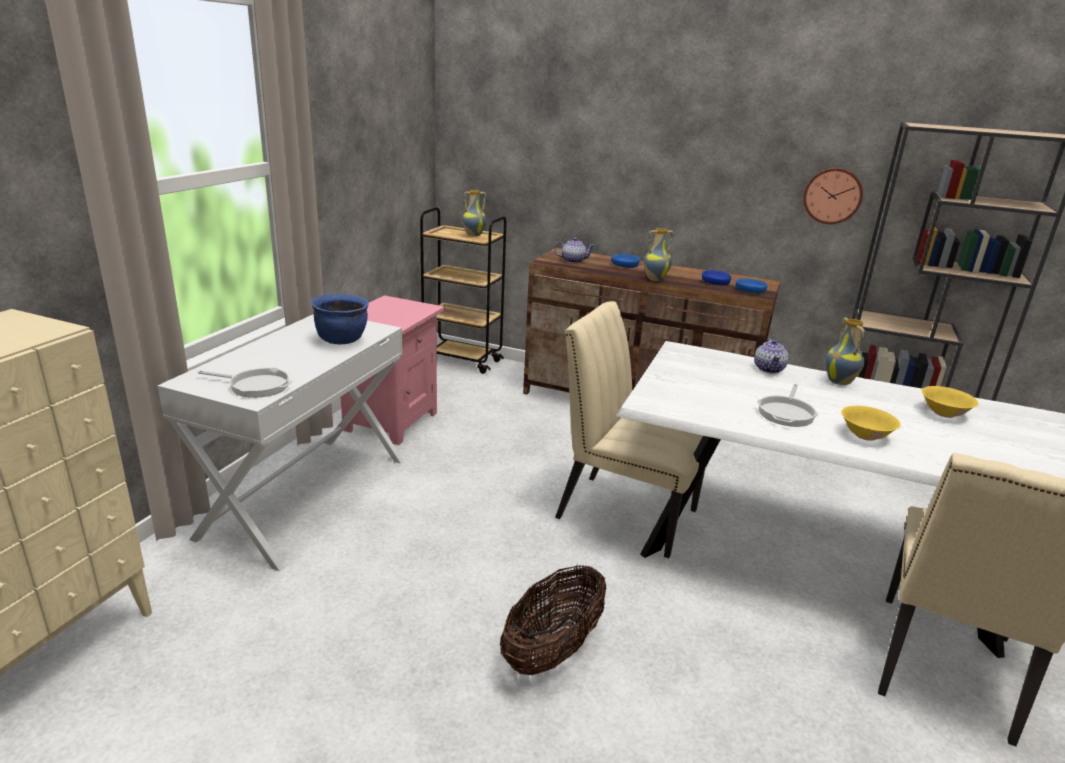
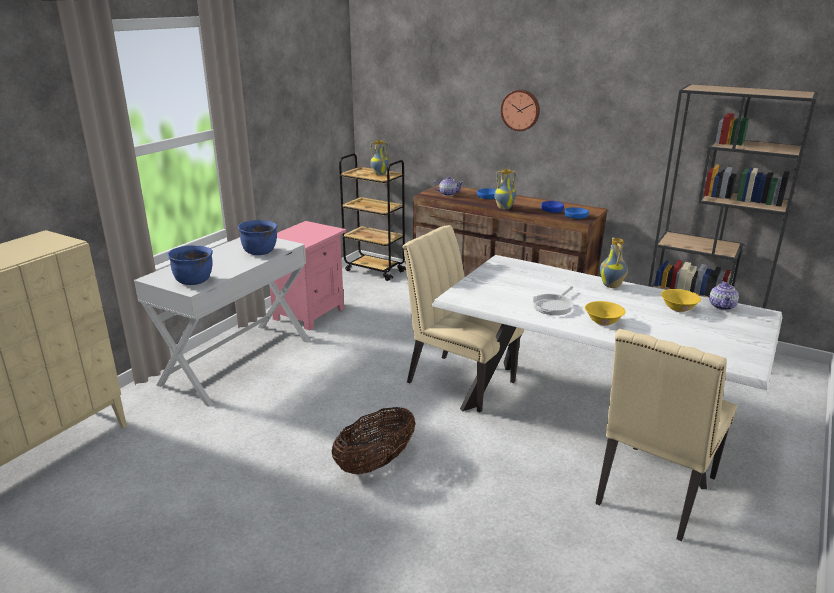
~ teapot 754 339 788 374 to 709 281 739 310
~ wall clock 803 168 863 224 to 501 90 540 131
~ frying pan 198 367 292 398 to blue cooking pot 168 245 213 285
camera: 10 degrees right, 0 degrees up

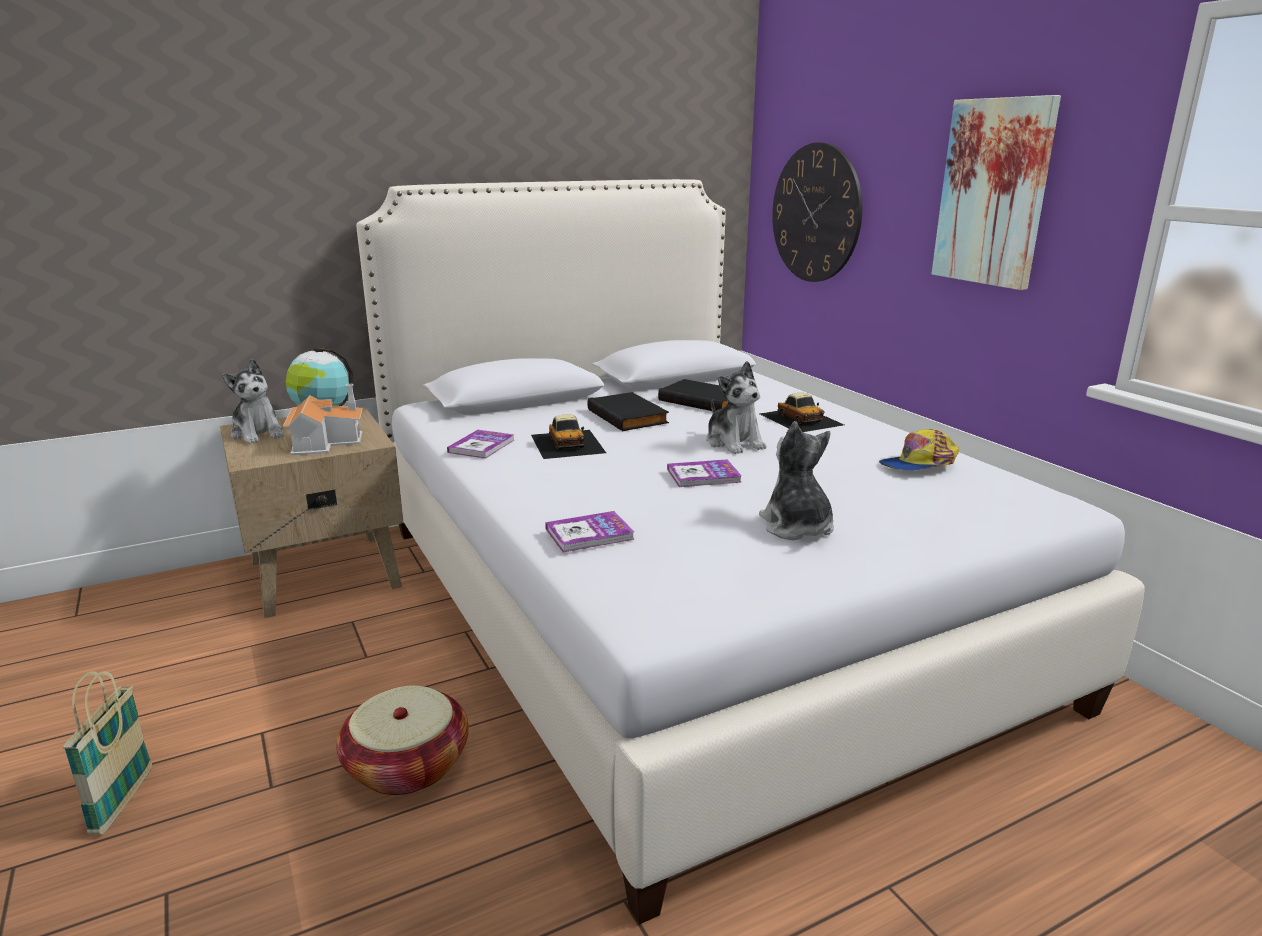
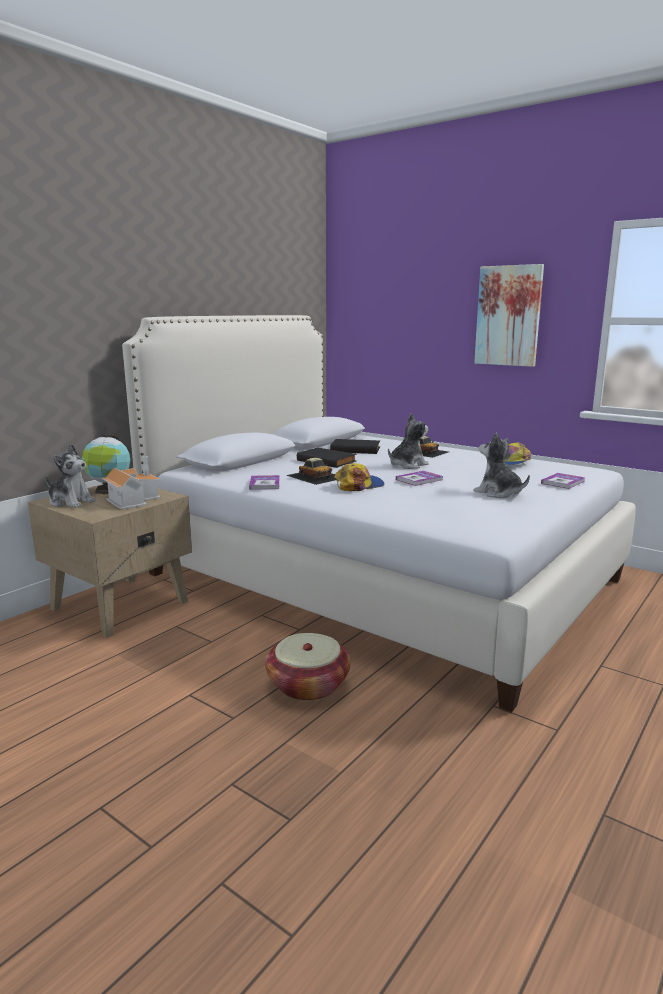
- basket 63 671 152 834
- wall clock 772 142 862 282
+ cap 334 463 384 491
~ book 545 511 634 552 to 541 473 585 489
~ plush toy 706 361 766 454 = 388 413 429 469 75 degrees counterclockwise
camera: 25 degrees left, 5 degrees down

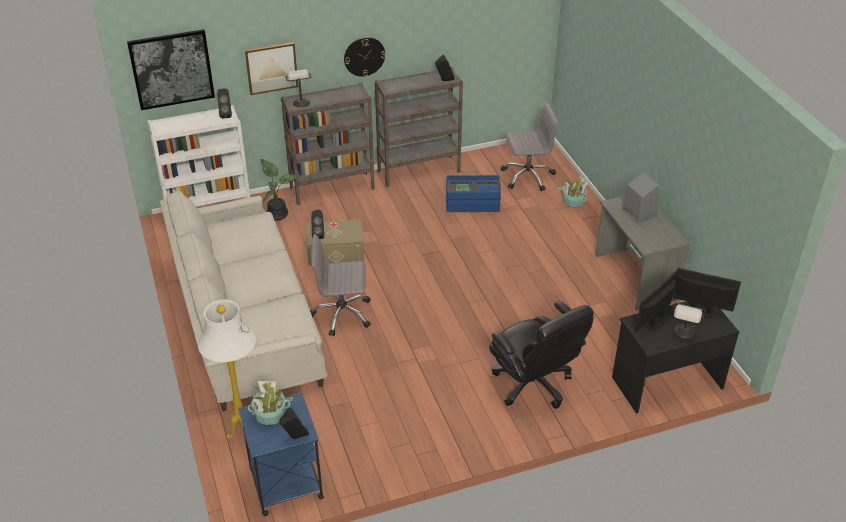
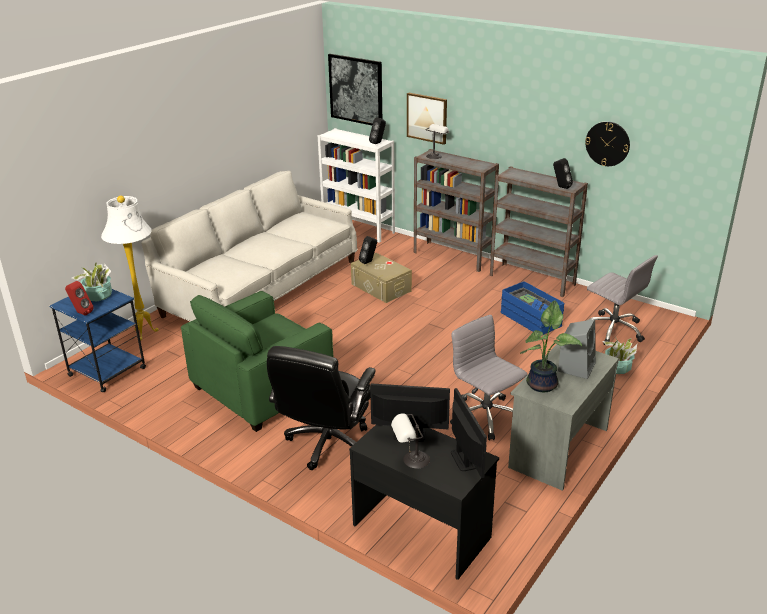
+ green armchair 181 291 334 432
~ potted plant 260 159 298 221 to 520 300 582 392
~ grey office chair 310 234 371 336 to 450 315 527 440
~ wall clock 344 37 385 77 to 585 121 630 166
~ black speaker 279 408 309 439 to red speaker 65 281 93 316
camera: 55 degrees right, 10 degrees down

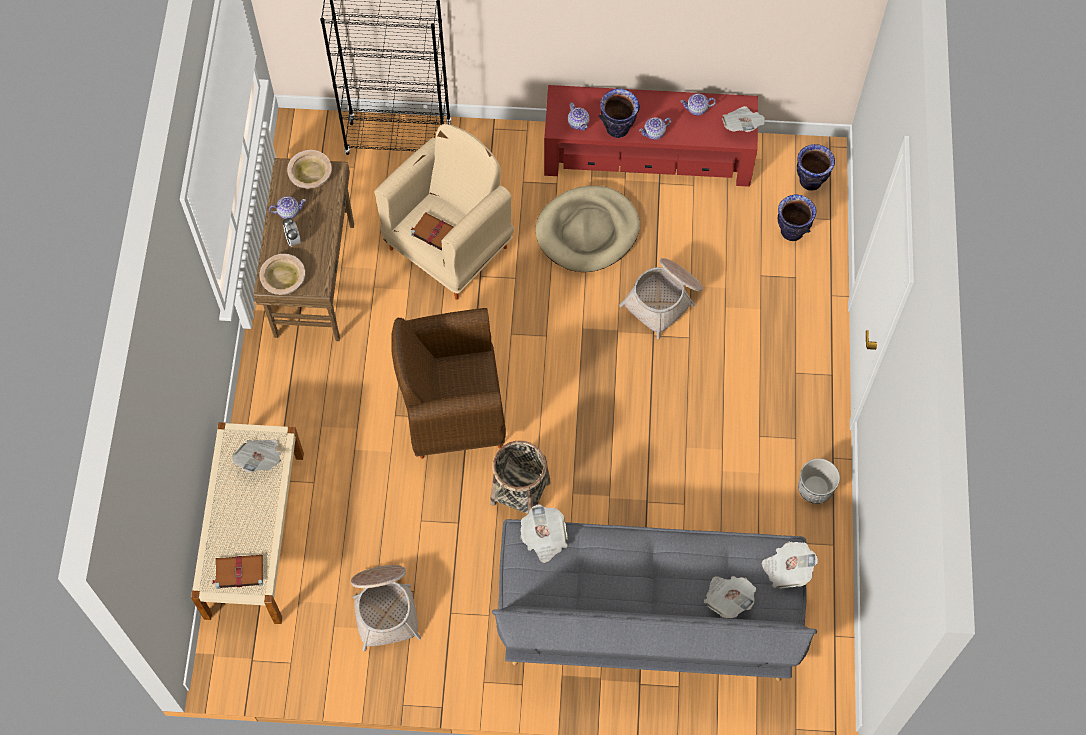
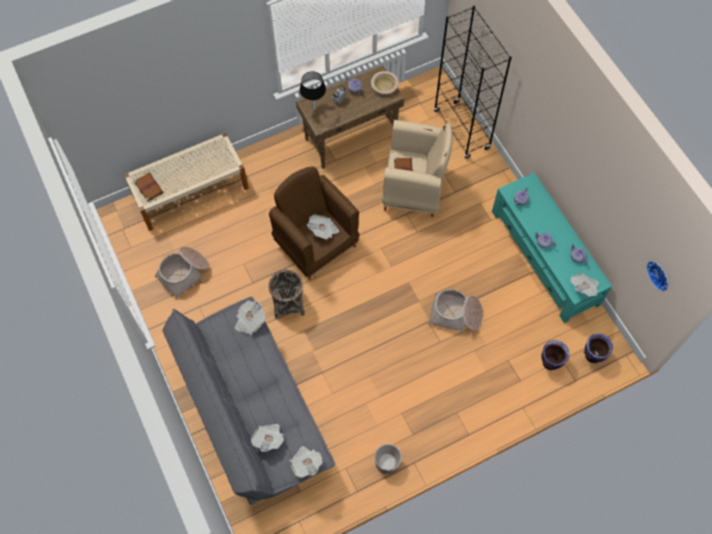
- beige dog bed 535 186 640 272
- vase 598 89 640 138
+ wall clock 647 261 668 291
~ newspaper 232 439 281 472 to 307 214 339 239
~ beige bowl 259 254 305 295 to black table lamp 300 71 326 110
~ red tv stand 544 85 758 187 to turquoise tv stand 492 173 612 323
camera: 60 degrees right, 0 degrees up

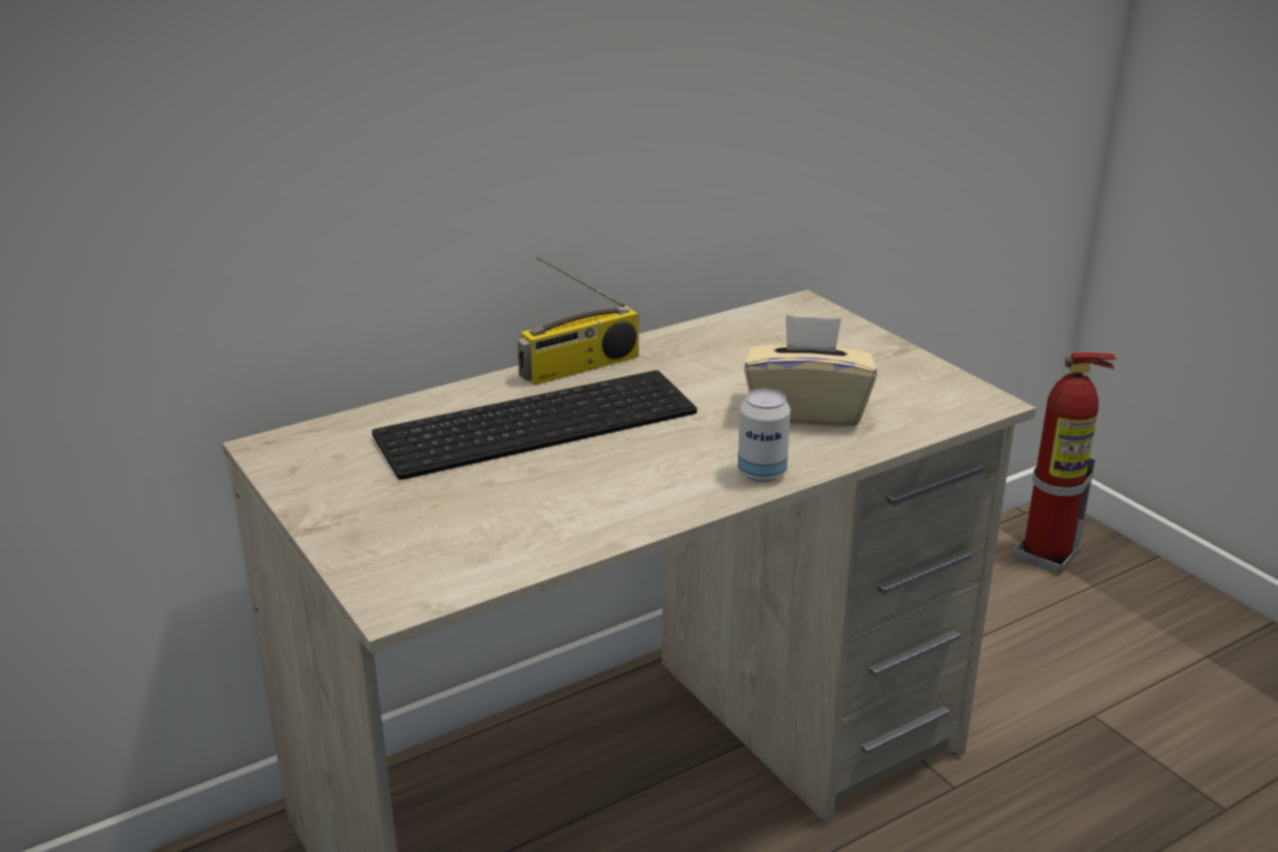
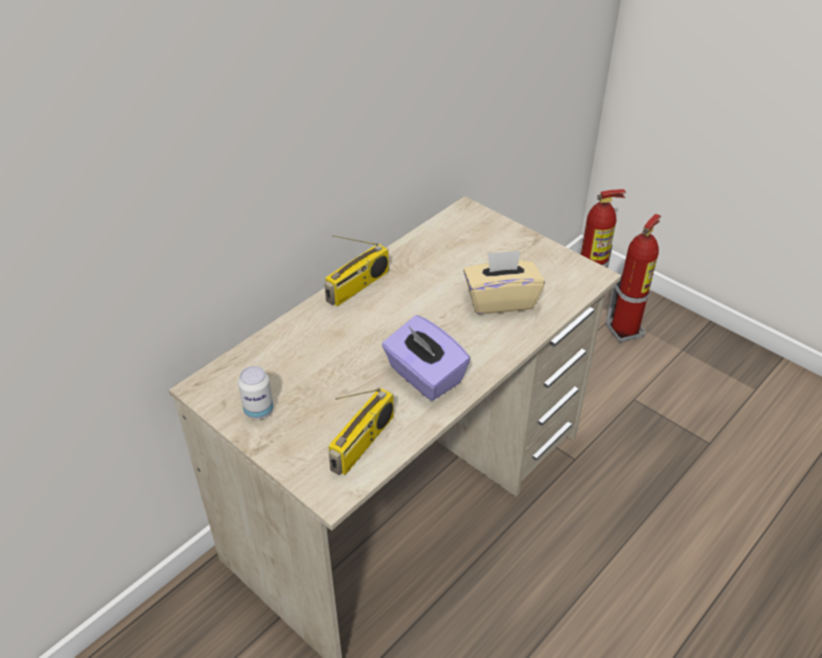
- keyboard 372 370 697 480
+ radio 329 388 394 475
+ purple tissue box 382 315 470 401
+ fire extinguisher 605 214 661 343
~ can 738 389 791 483 to 238 366 274 419
camera: 15 degrees left, 15 degrees up

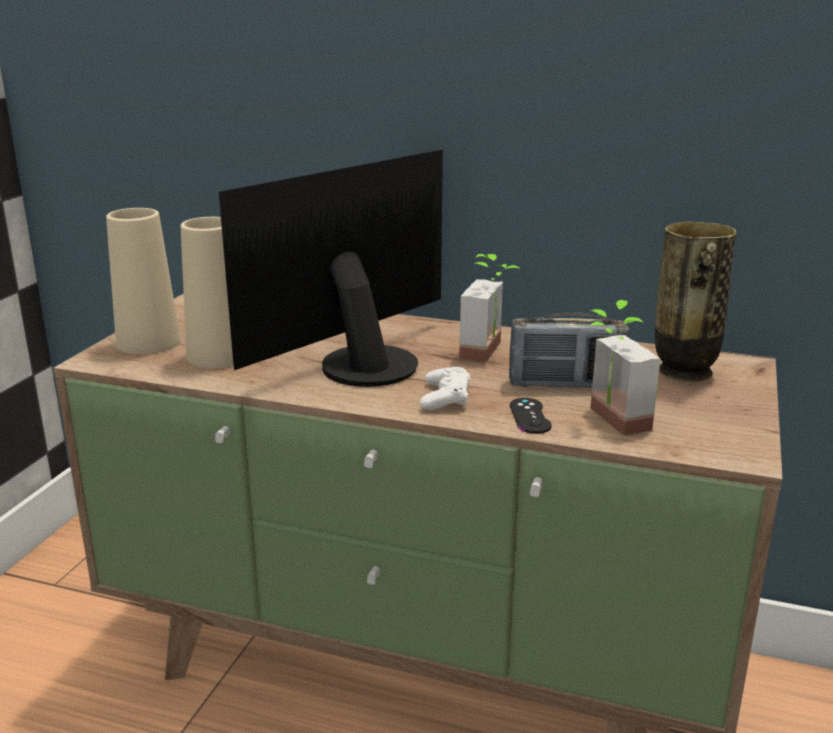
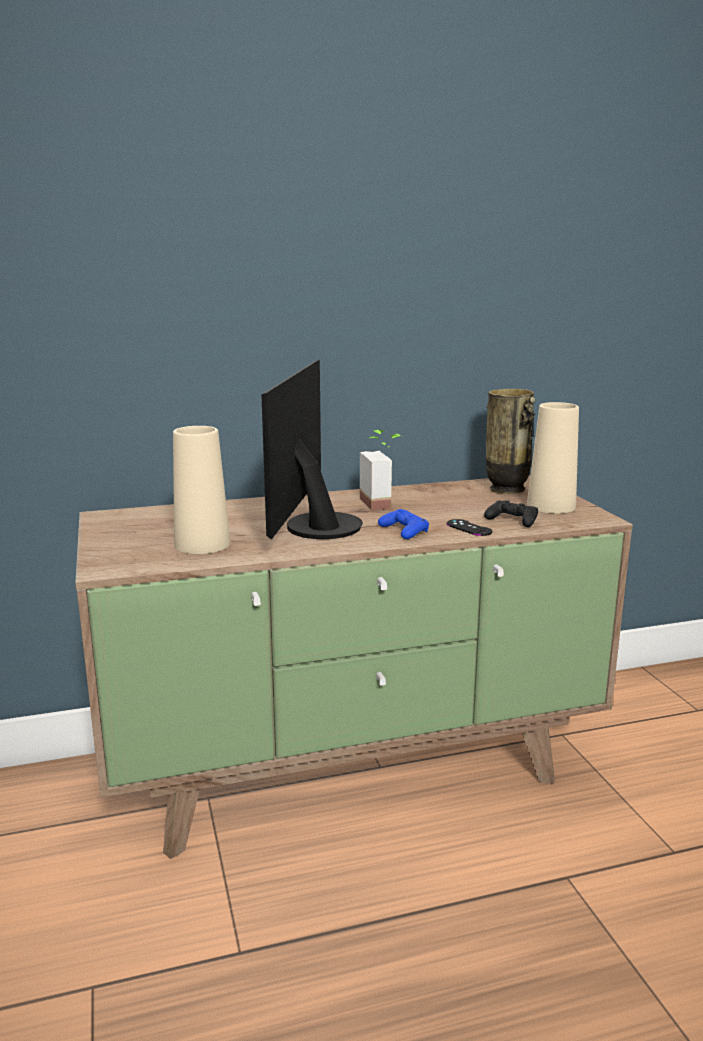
- radio 509 313 629 387
~ beige vase 106 208 180 354 to 527 402 579 514
~ potted plant 590 300 660 436 to black game controller 484 500 538 527
~ white game controller 420 367 470 410 to blue game controller 378 509 429 539
camera: 35 degrees left, 5 degrees down

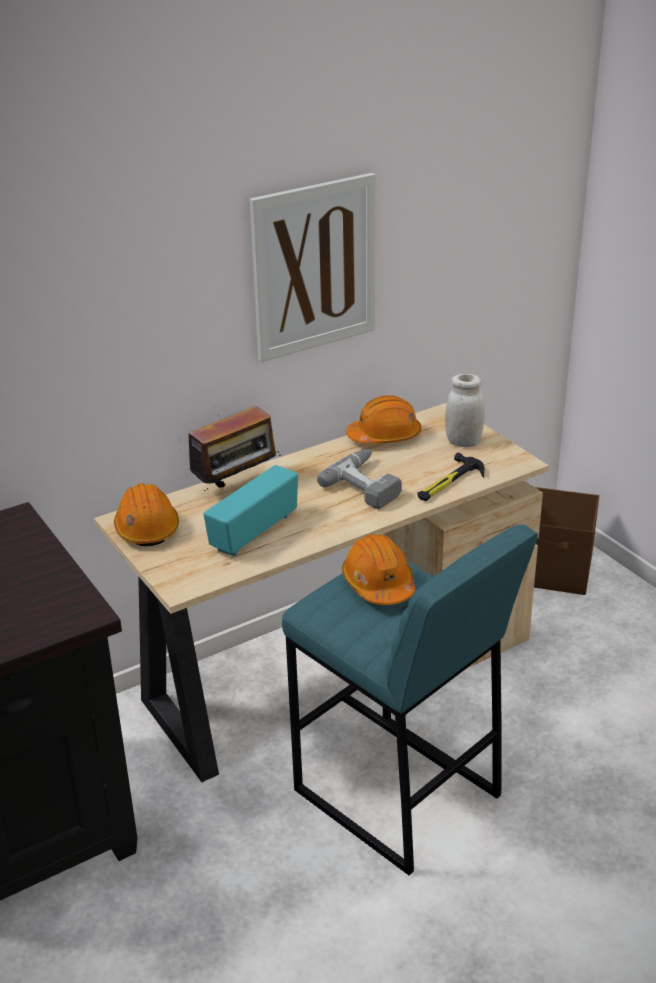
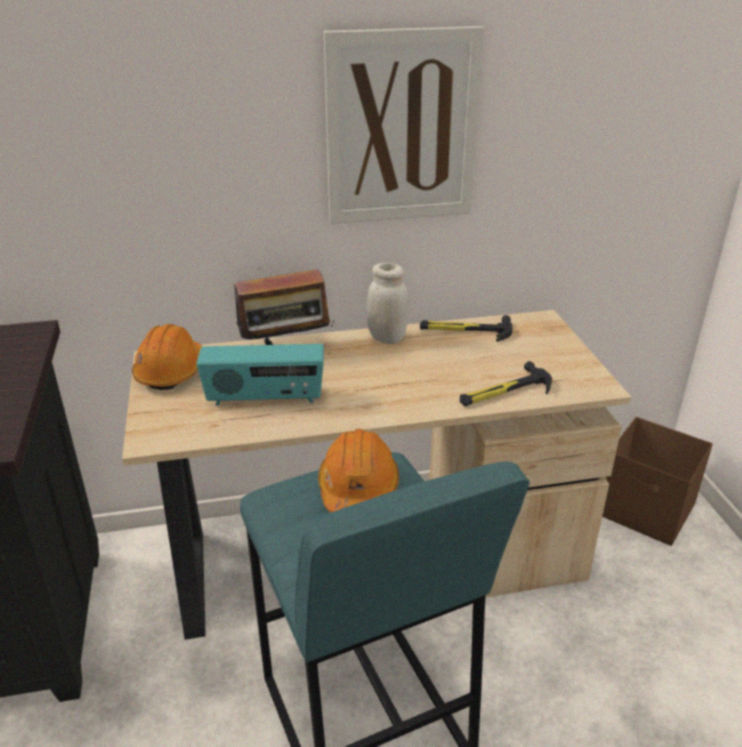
- power drill 317 449 402 509
~ white jar 445 374 485 447 to 367 263 409 344
~ orange hard hat 346 395 421 444 to hammer 420 315 512 342
~ radio 203 465 298 556 = 197 344 324 405 150 degrees counterclockwise
camera: 20 degrees right, 0 degrees up

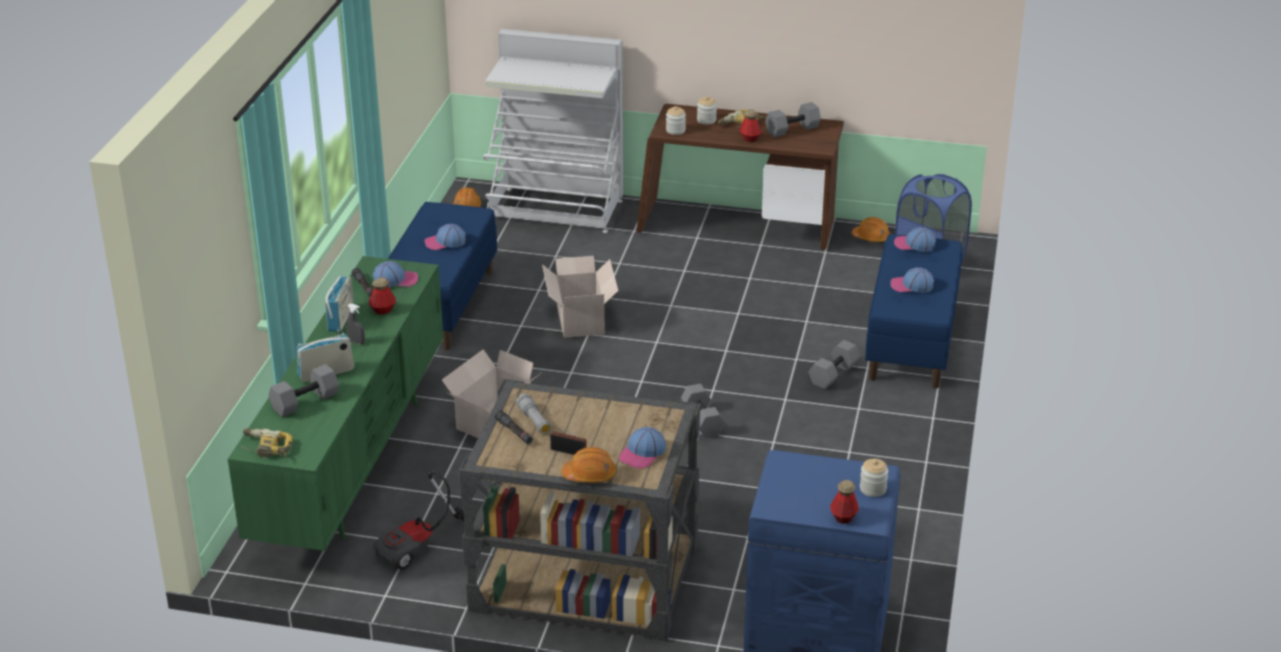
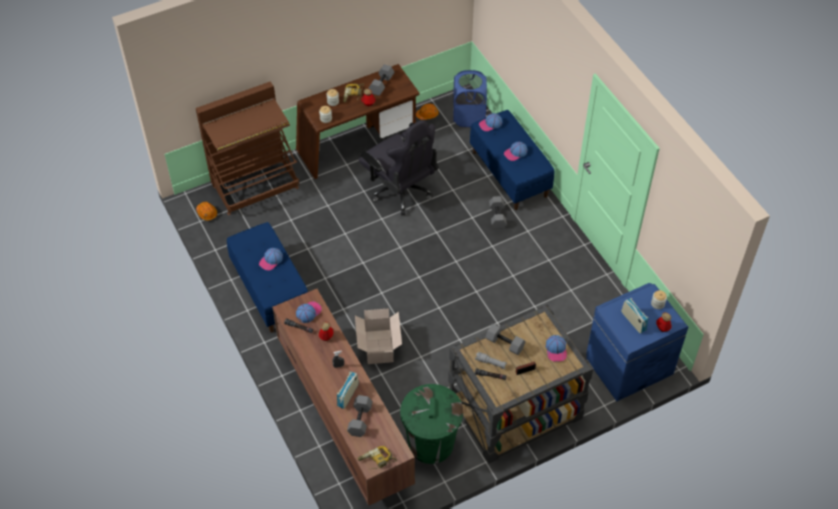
- cardboard box 542 256 618 338
- orange hard hat 561 447 617 483
+ black office chair 358 120 439 215
~ radio 325 276 354 332 to 621 298 649 333
~ grey dumbbell 681 384 725 438 to 485 324 526 355
~ vacuum cleaner 374 471 475 571 to green trash can 400 384 463 464
~ green cabinet 228 256 443 551 to brown cabinet 272 289 415 506
~ white shoe rack 483 29 623 233 to brown shoe rack 196 81 300 215
camera: 40 degrees left, 20 degrees up

